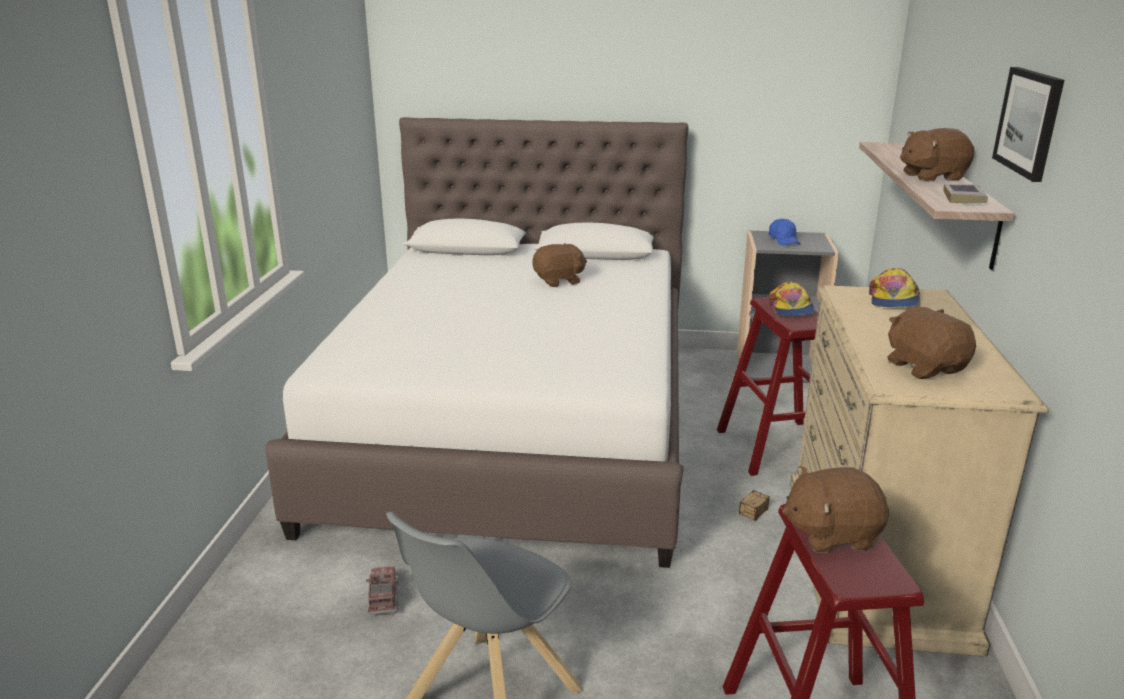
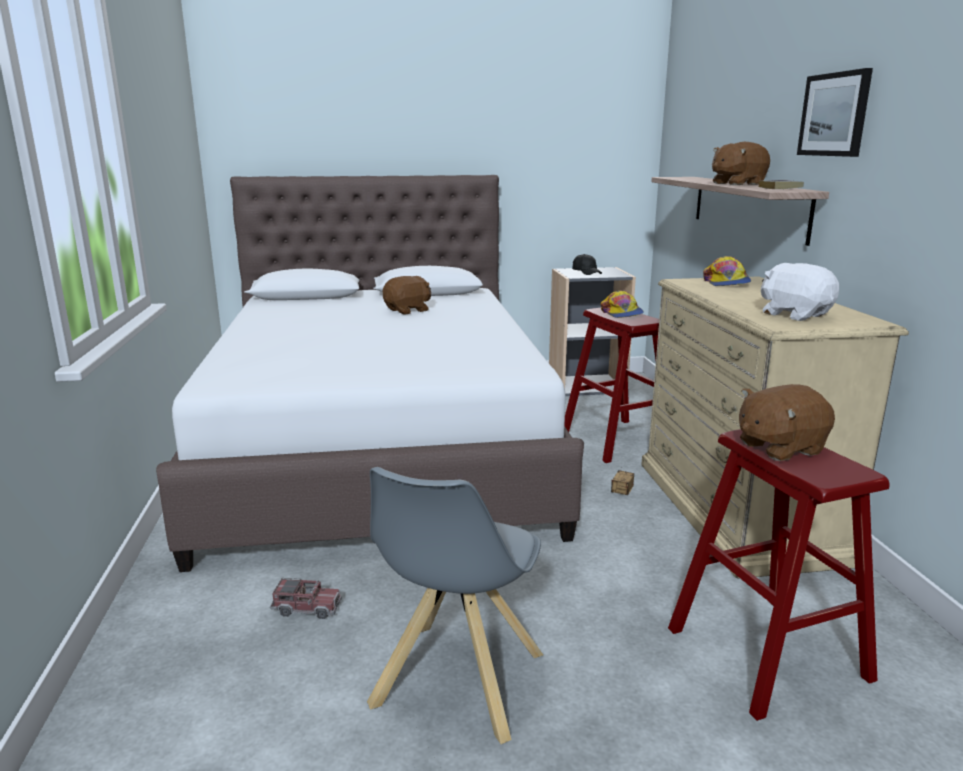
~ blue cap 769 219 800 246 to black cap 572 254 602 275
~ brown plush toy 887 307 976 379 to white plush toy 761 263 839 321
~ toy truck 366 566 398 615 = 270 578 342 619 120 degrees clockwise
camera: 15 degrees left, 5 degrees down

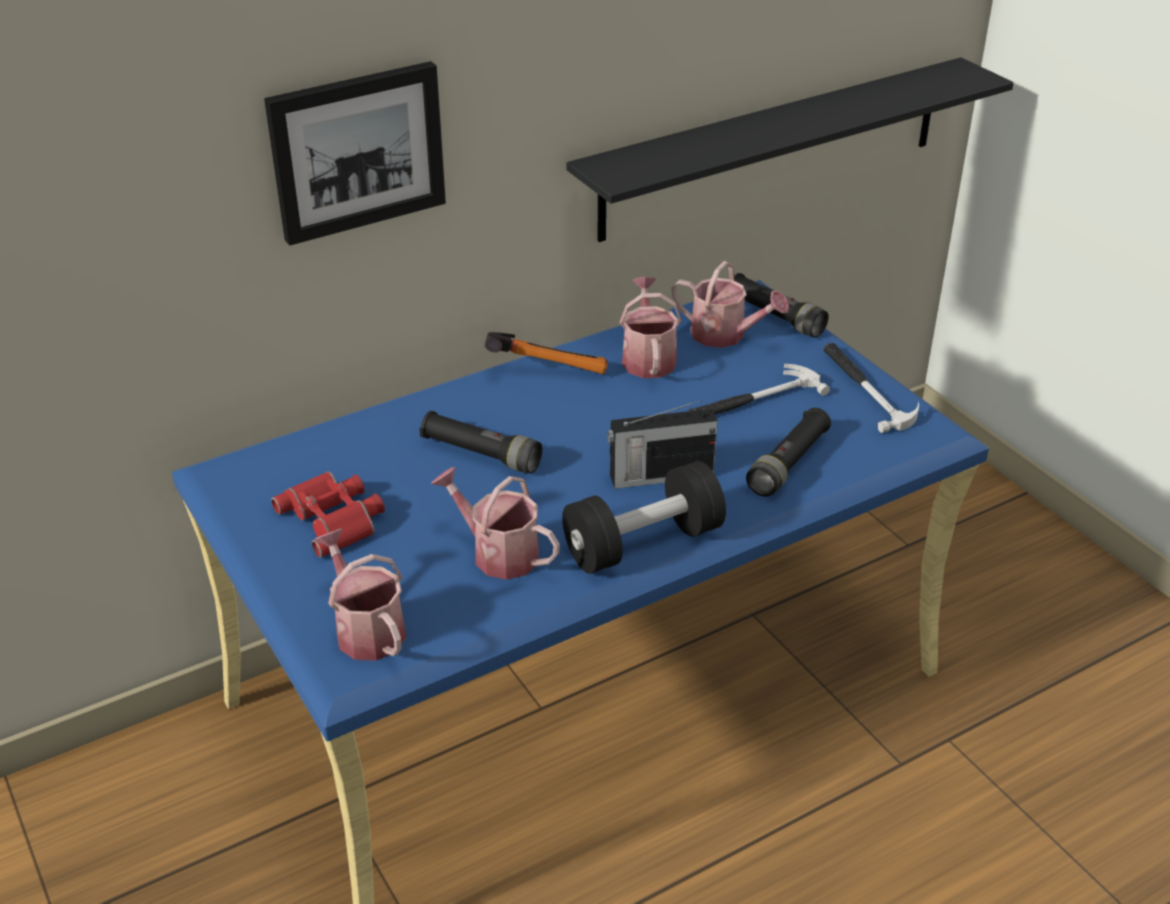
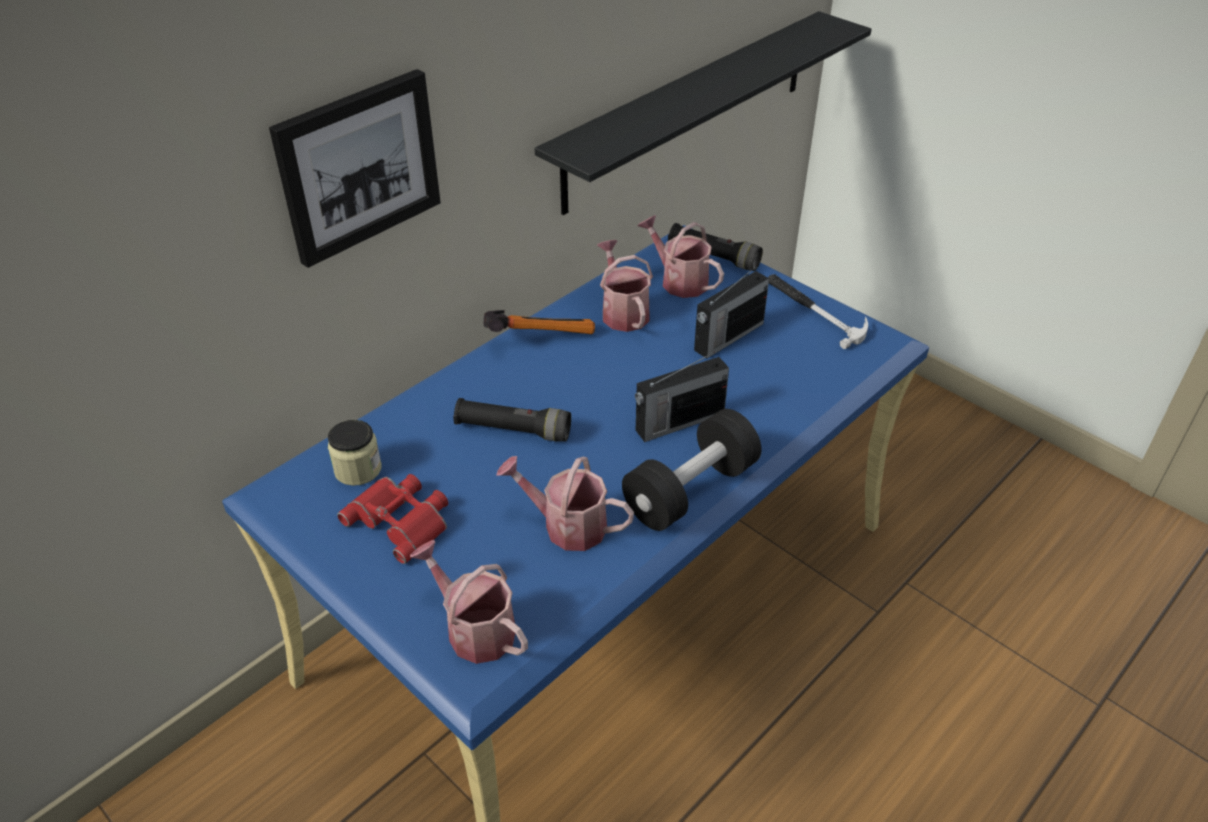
- black flashlight 746 408 831 497
+ jar 328 420 382 486
~ hammer 688 364 830 414 to radio 694 268 769 359
~ watering can 671 261 789 348 = 638 215 724 298 150 degrees counterclockwise
camera: 15 degrees left, 5 degrees up

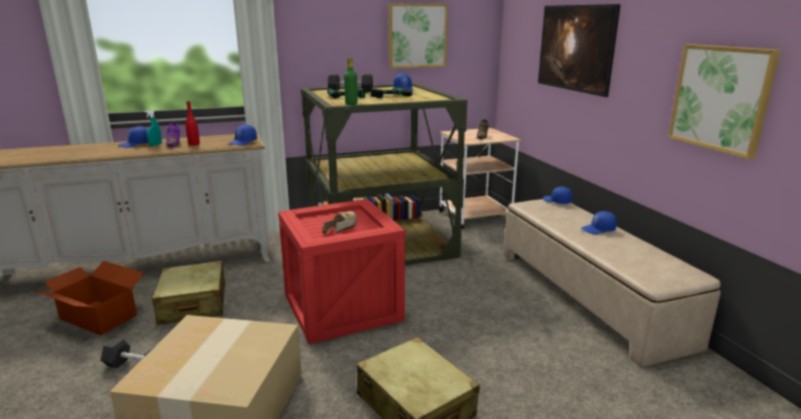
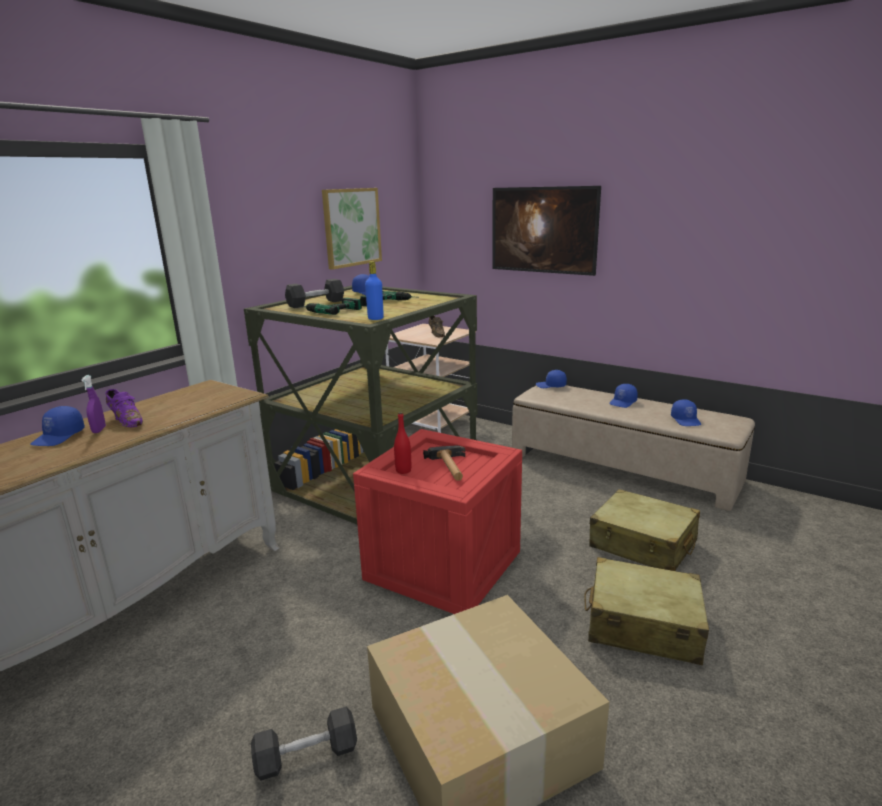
- cardboard box 33 261 144 335
- picture 668 44 781 159
~ beige suitcase 152 261 225 325 to 589 489 700 571
~ red bottle 186 101 200 146 to 394 412 411 474
~ blue cap 229 124 257 146 to 671 399 701 426
~ shoe 323 211 358 235 to hammer 423 446 465 481
~ turquoise spray bottle 145 110 162 146 to purple spray bottle 81 375 106 433
~ green bottle 344 58 358 105 to blue bottle 365 261 384 320
camera: 35 degrees left, 0 degrees up

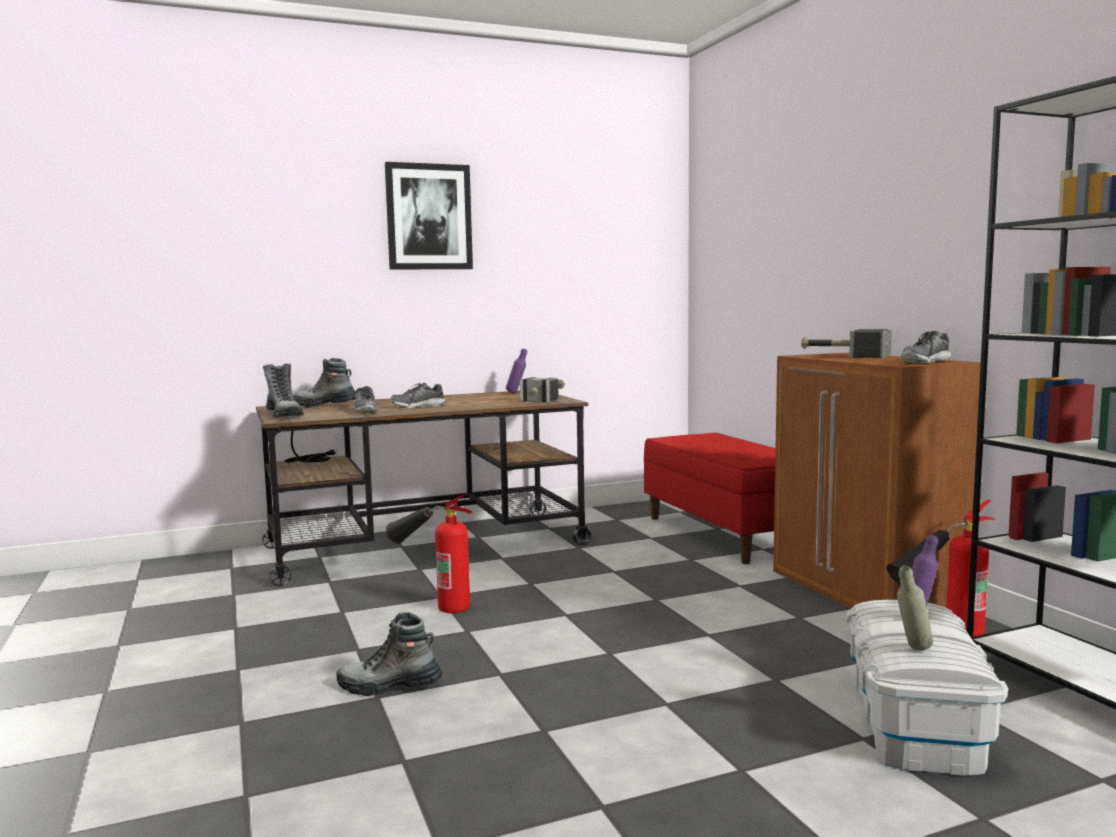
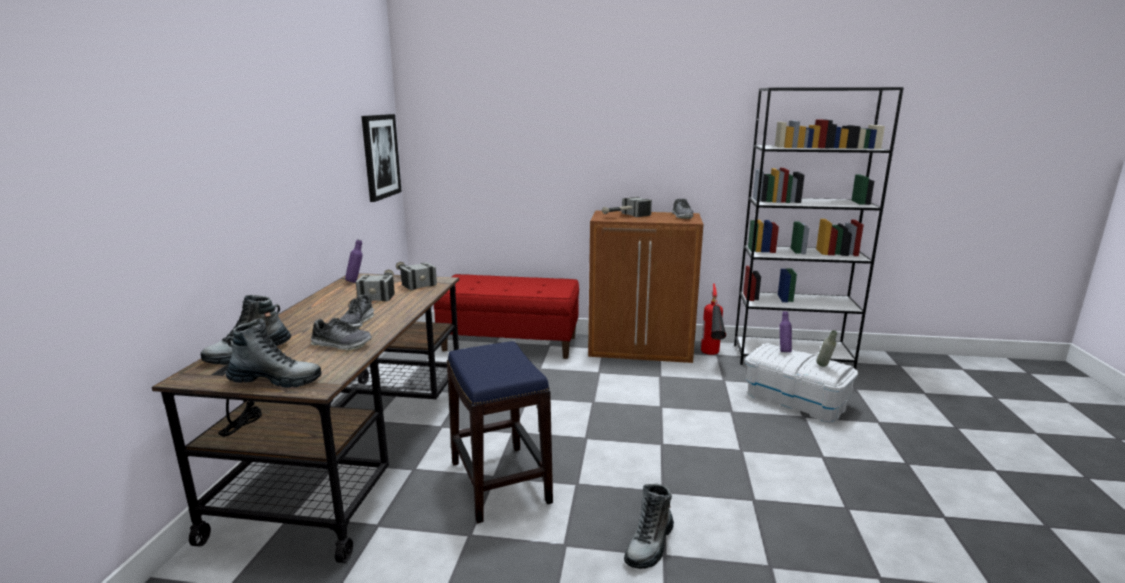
+ hammer 356 269 395 302
~ picture 385 162 473 270 to 361 114 402 202
~ fire extinguisher 386 494 473 613 to stool 447 341 553 523
camera: 60 degrees left, 10 degrees up

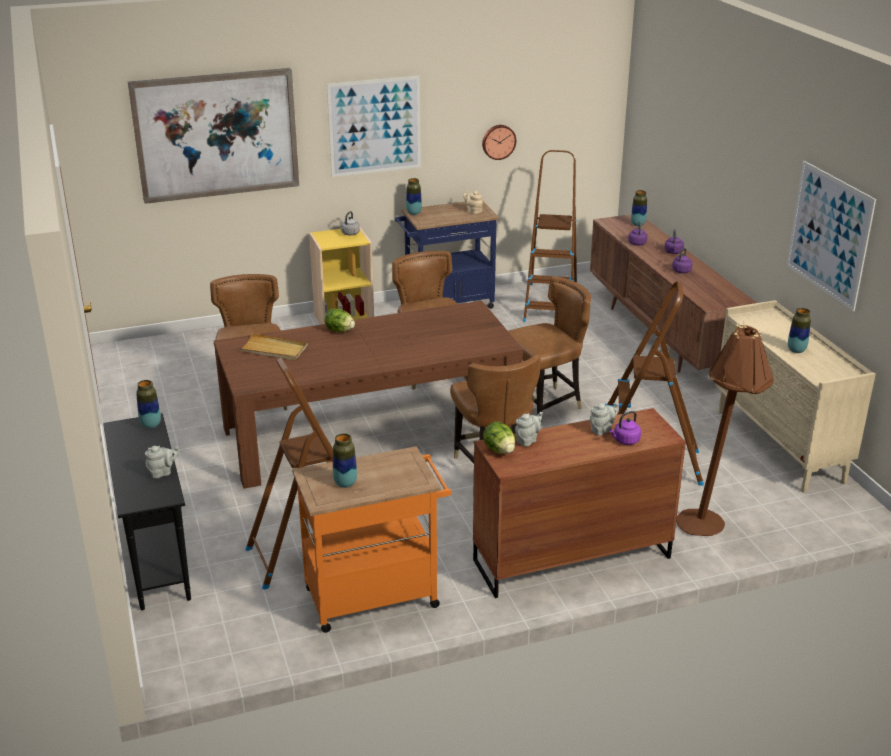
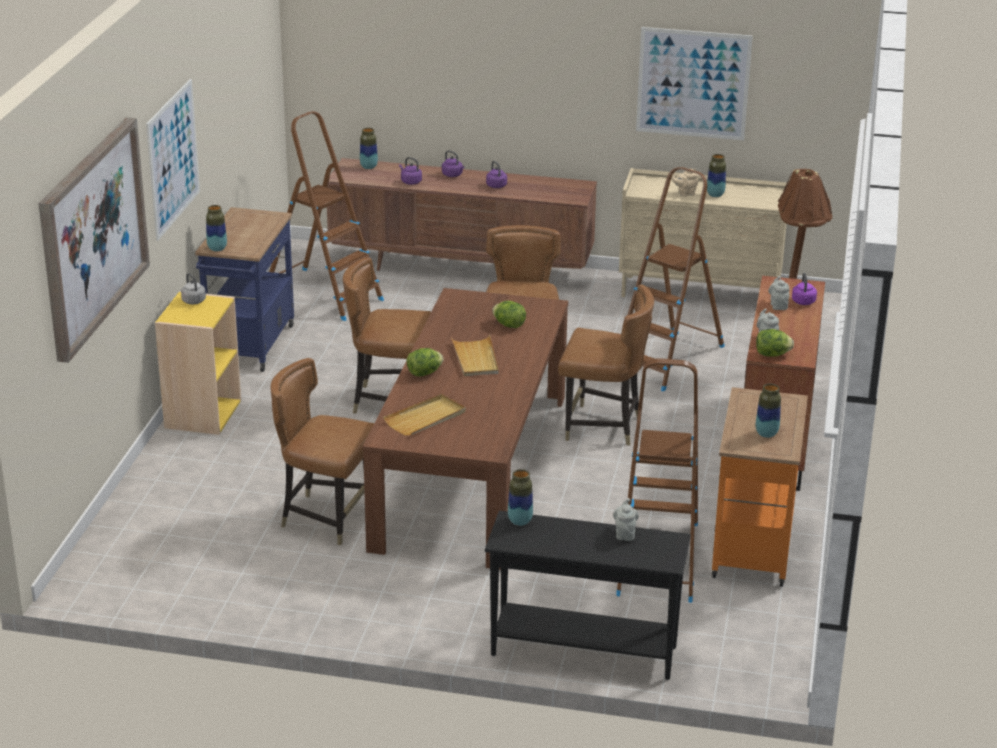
- wall clock 482 125 516 160
+ beige tray 451 335 499 376
+ lettuce 492 301 526 328
~ beige teapot 463 191 483 214 to 672 169 699 196
camera: 60 degrees left, 0 degrees up

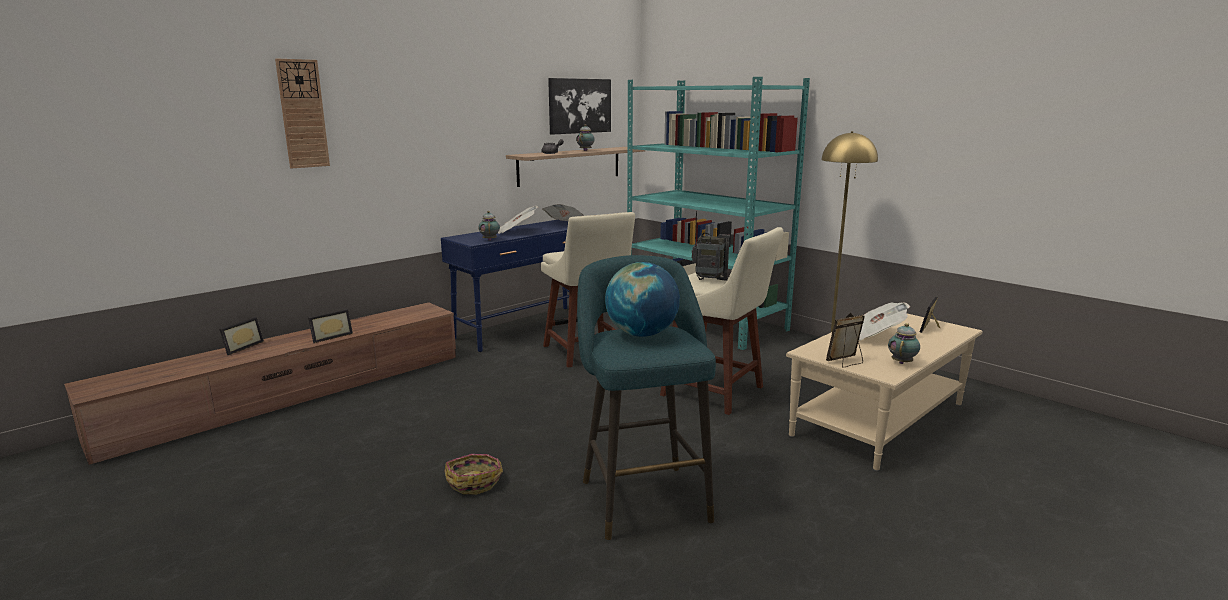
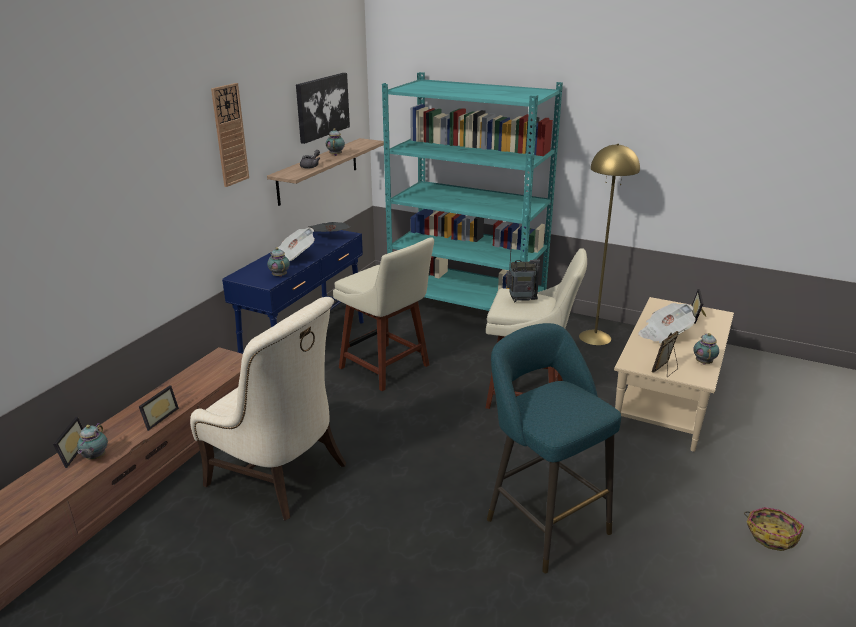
- globe 605 262 680 337
+ teapot 77 423 108 460
+ beige armchair 190 297 346 521
~ wall clock 275 58 330 169 to 211 83 249 187
~ basket 444 454 503 494 to 744 507 804 551
camera: 20 degrees left, 10 degrees up

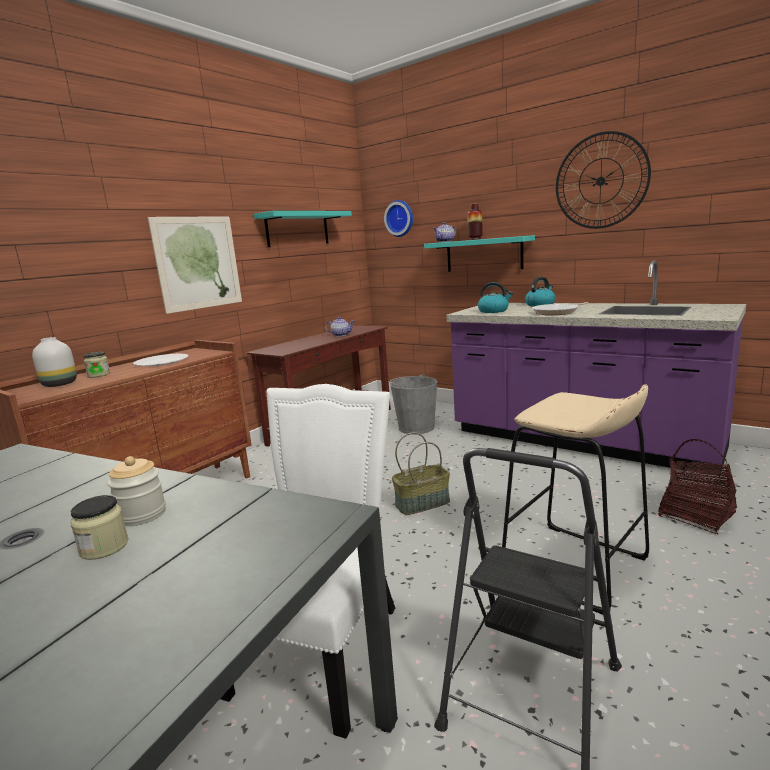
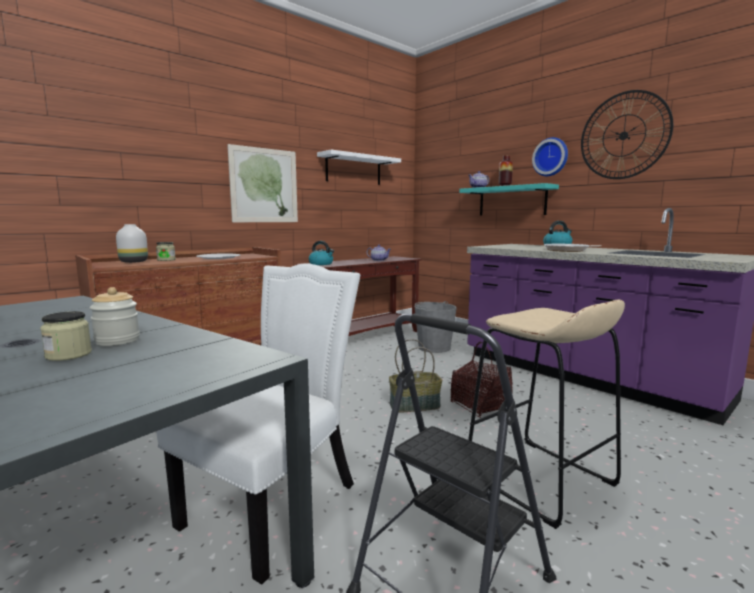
~ wall clock 384 200 413 237 to 532 137 568 176
~ kettle 478 282 513 313 to 309 241 334 265
~ basket 658 439 737 534 to 451 342 513 418
~ turquoise shelf 254 211 352 247 to white shelf 317 150 401 185
camera: 10 degrees right, 5 degrees down

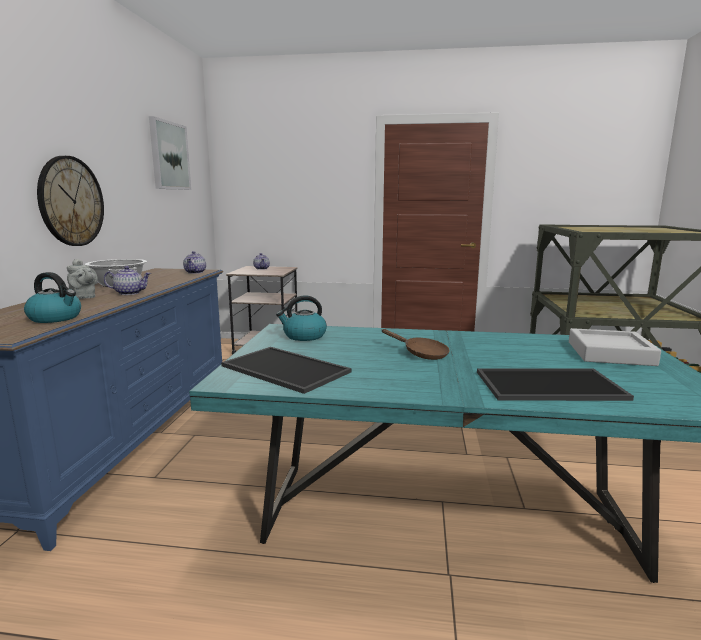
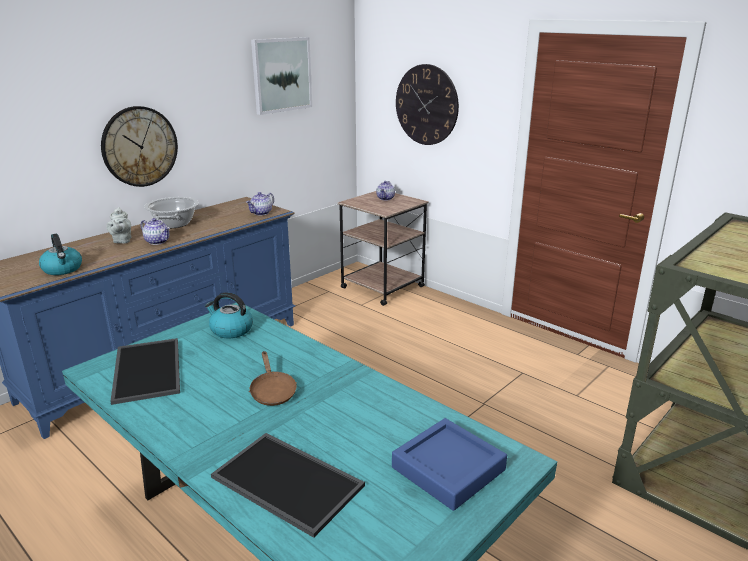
+ wall clock 396 64 459 145
~ grey tray 569 328 661 366 to blue tray 392 418 507 511
camera: 35 degrees right, 10 degrees up

